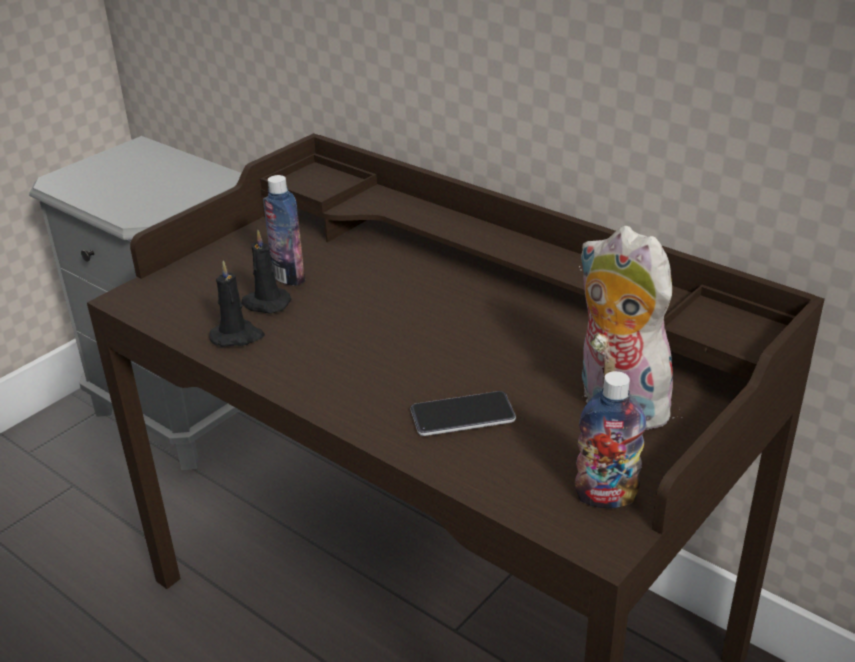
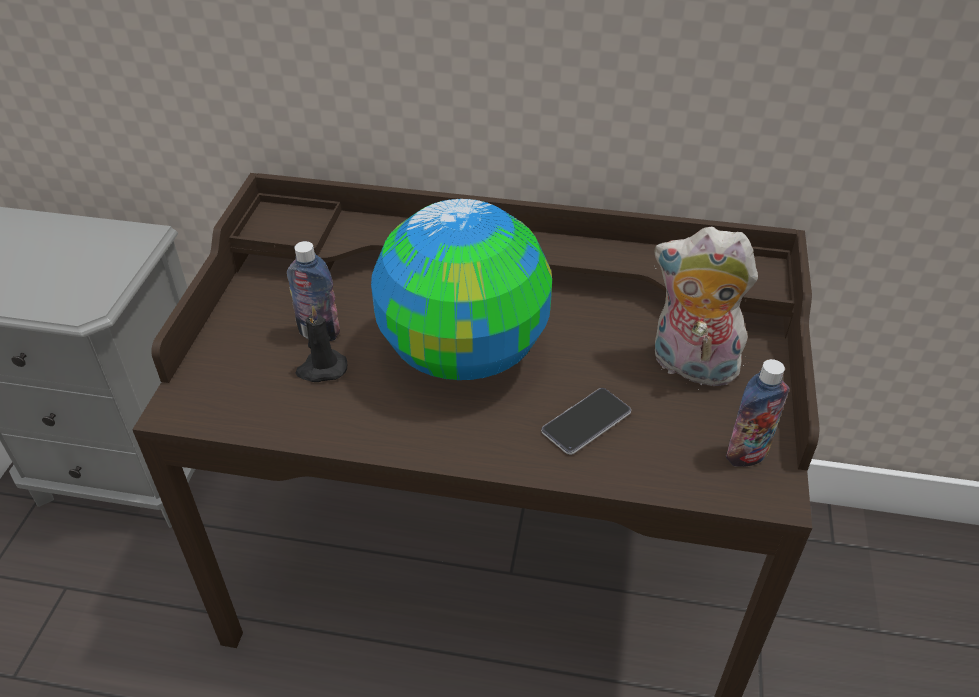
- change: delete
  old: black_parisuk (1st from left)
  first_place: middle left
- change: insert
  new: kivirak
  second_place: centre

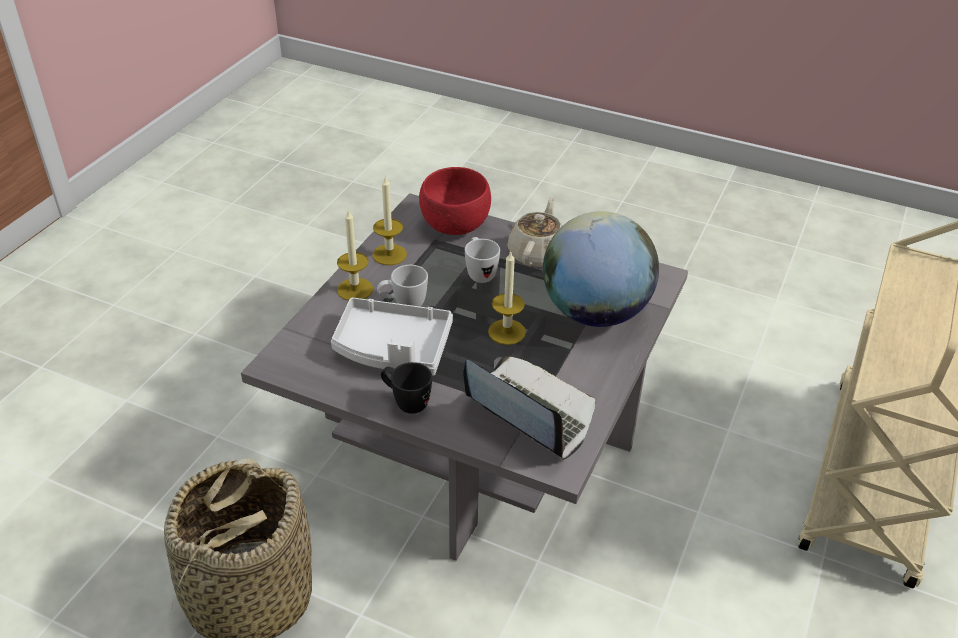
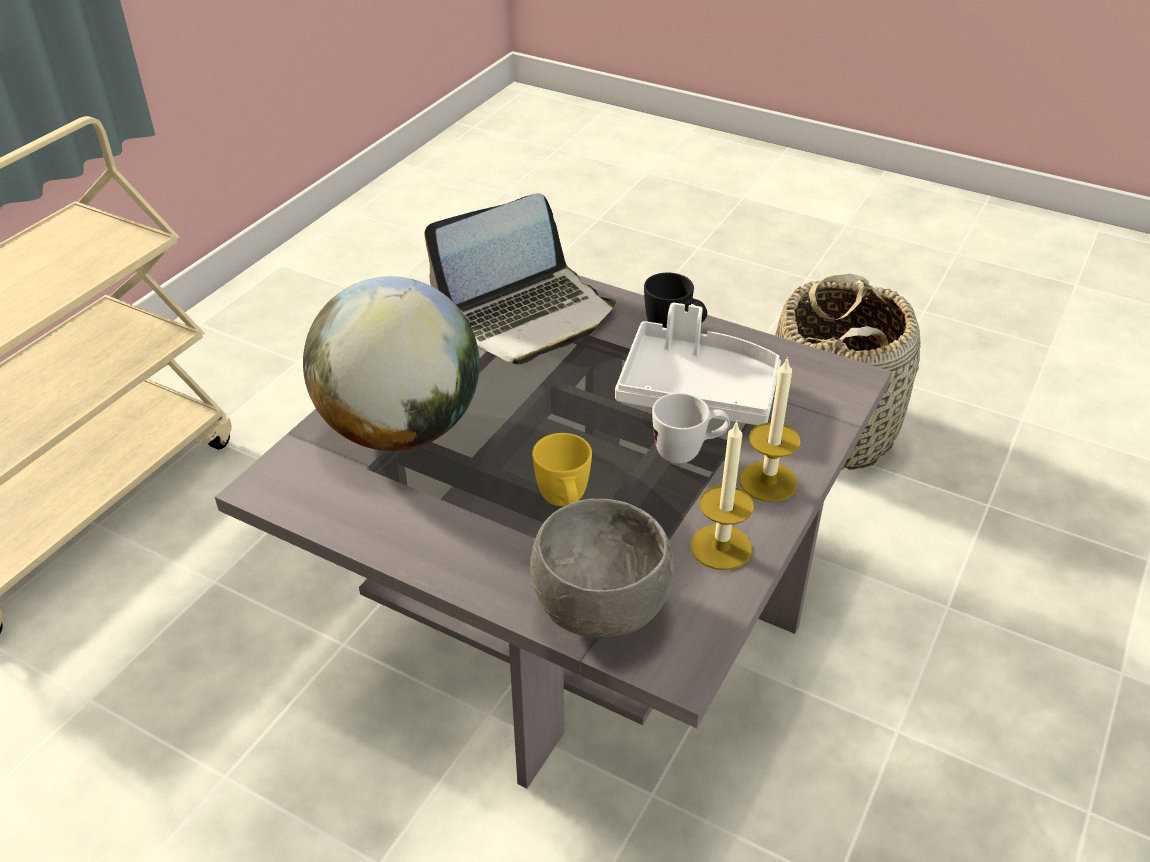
- change: recolor
  old: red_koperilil
  new: grey_koperilil
  first_place: top centre
  second_place: centre
- change: rotate
  old: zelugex
  first_place: centre
  second_place: top centre
  degrees: -75
- change: recolor
  old: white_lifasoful (2nd from left)
  new: yellow_lifasoful
  first_place: centre
  second_place: centre
- change: delete
  old: parisuk (3rd from left)
  first_place: centre
- change: delete
  old: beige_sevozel
  first_place: centre

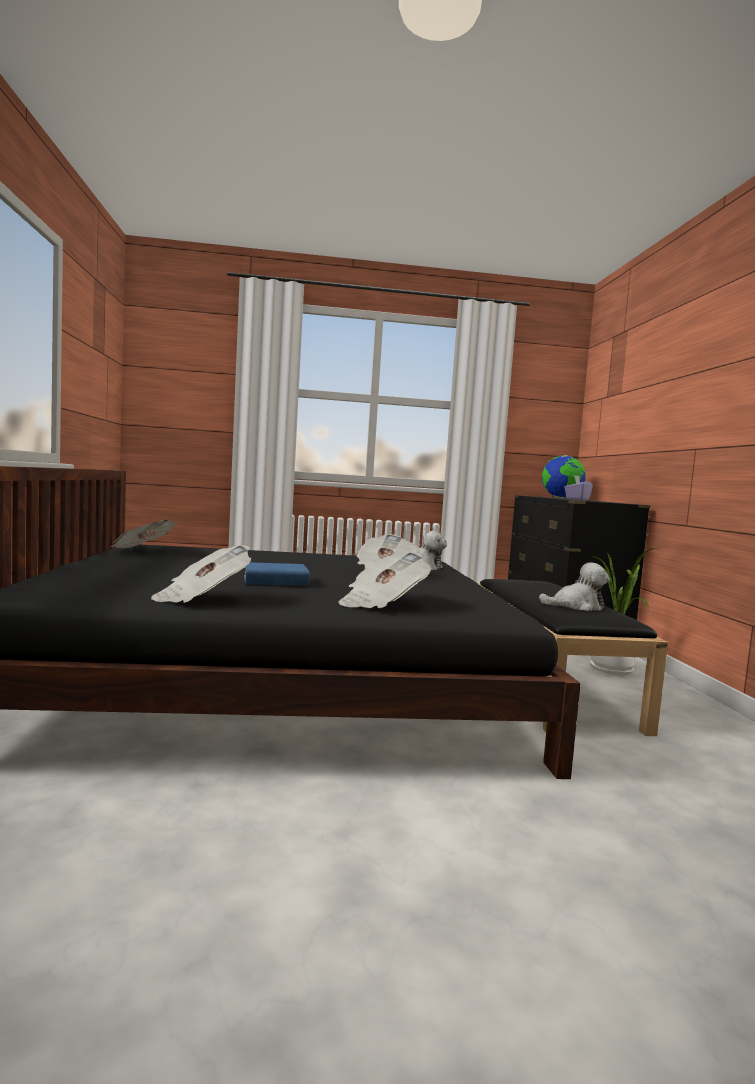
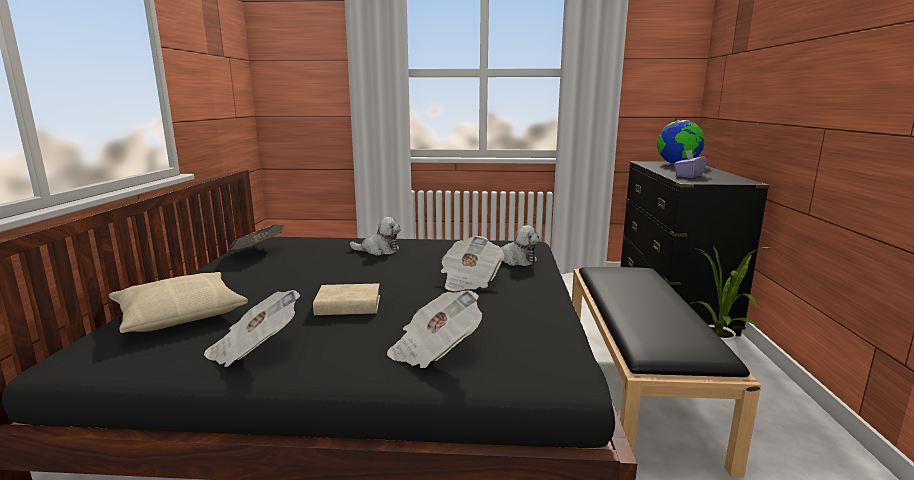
- change: recolor
  old: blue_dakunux
  new: beige_dakunux
  first_place: centre
  second_place: centre
- change: move
  old: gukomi (2nd from left in the first image)
  new: gukomi (1st from left)
  first_place: middle right
  second_place: centre
- change: insert
  new: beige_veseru
  second_place: middle left

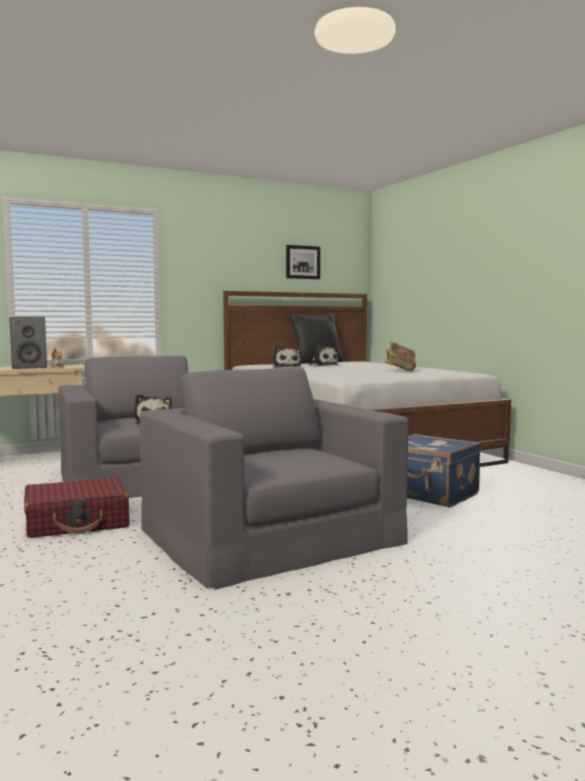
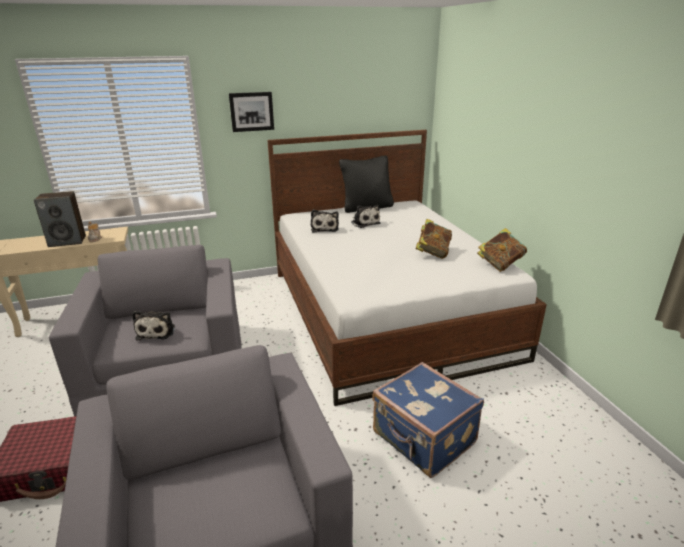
- change: move
  old: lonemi
  first_place: centre
  second_place: top centre
- change: insert
  new: dakunux (2nd from left)
  second_place: middle right

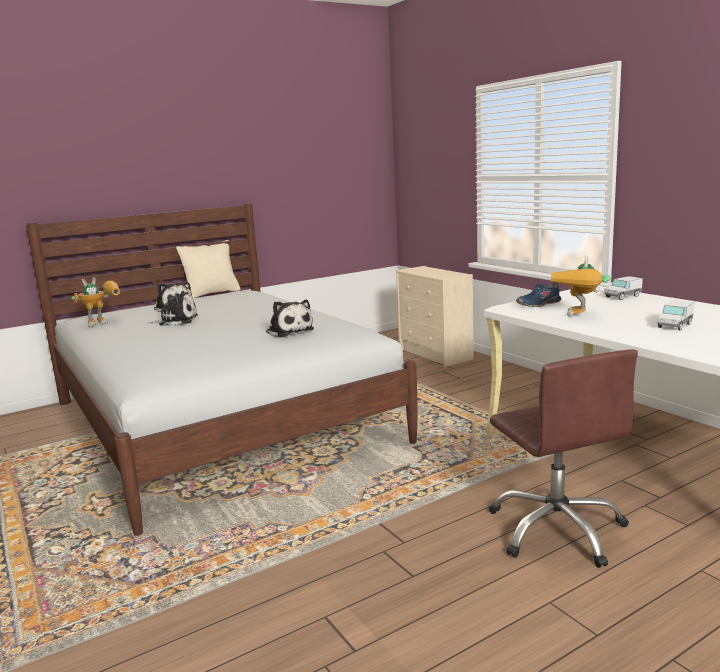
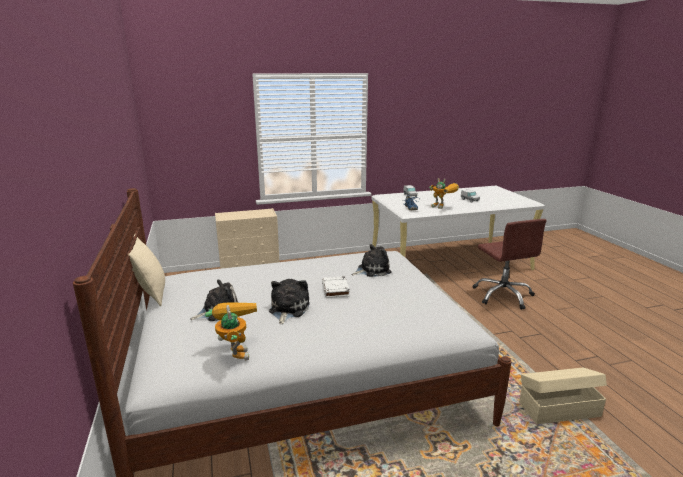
- change: rotate
  old: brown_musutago
  first_place: bottom right
  second_place: middle right
  degrees: 75
- change: insert
  new: white_dakunux
  second_place: centre
- change: insert
  new: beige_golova
  second_place: bottom right

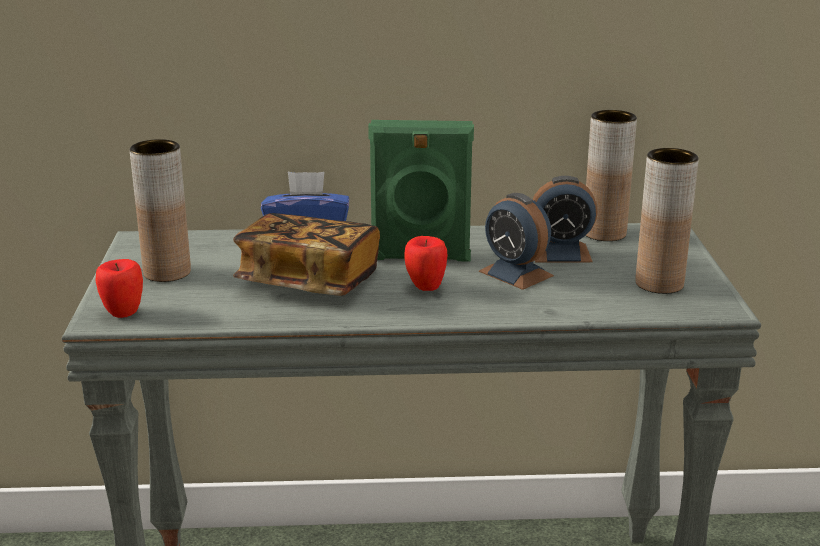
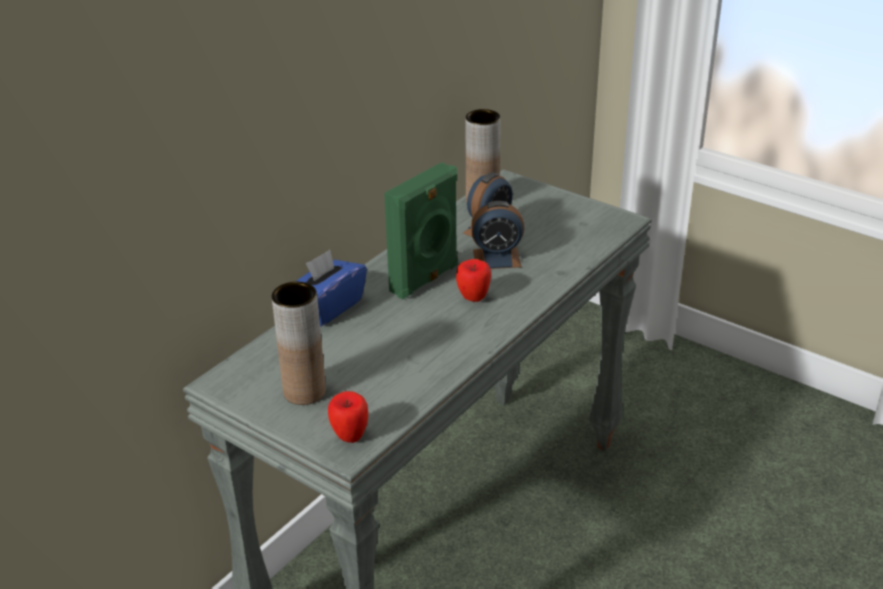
- change: delete
  old: dakunux
  first_place: centre
- change: delete
  old: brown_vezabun (3rd from left)
  first_place: middle right

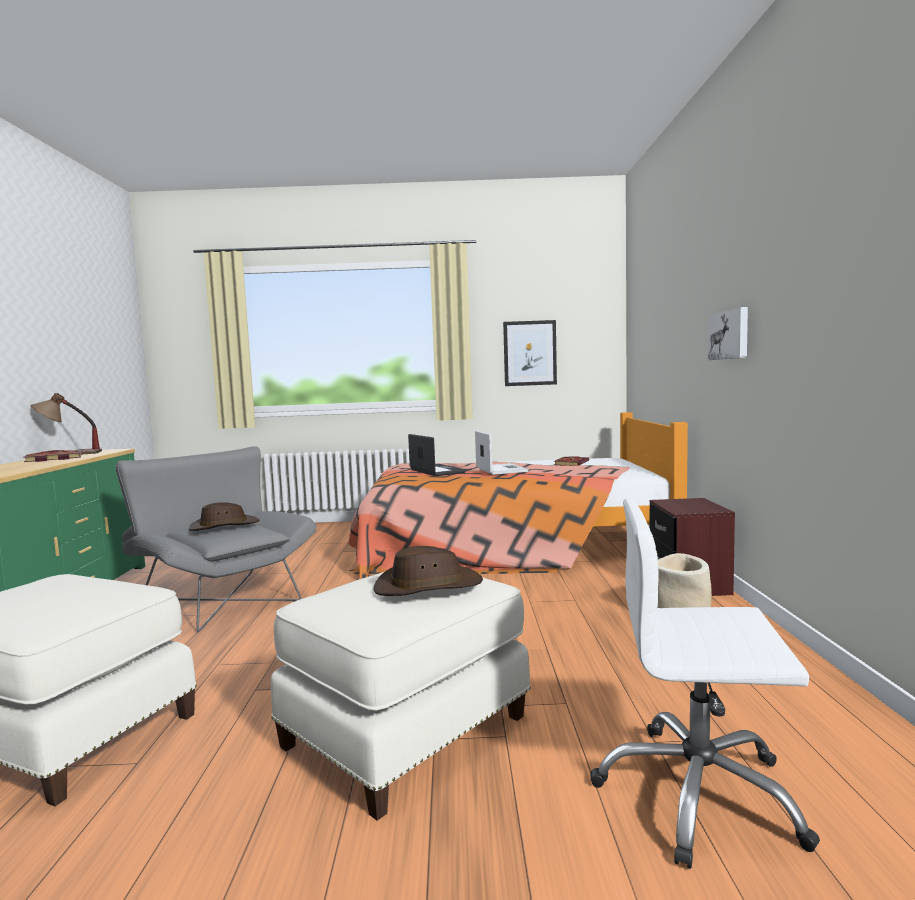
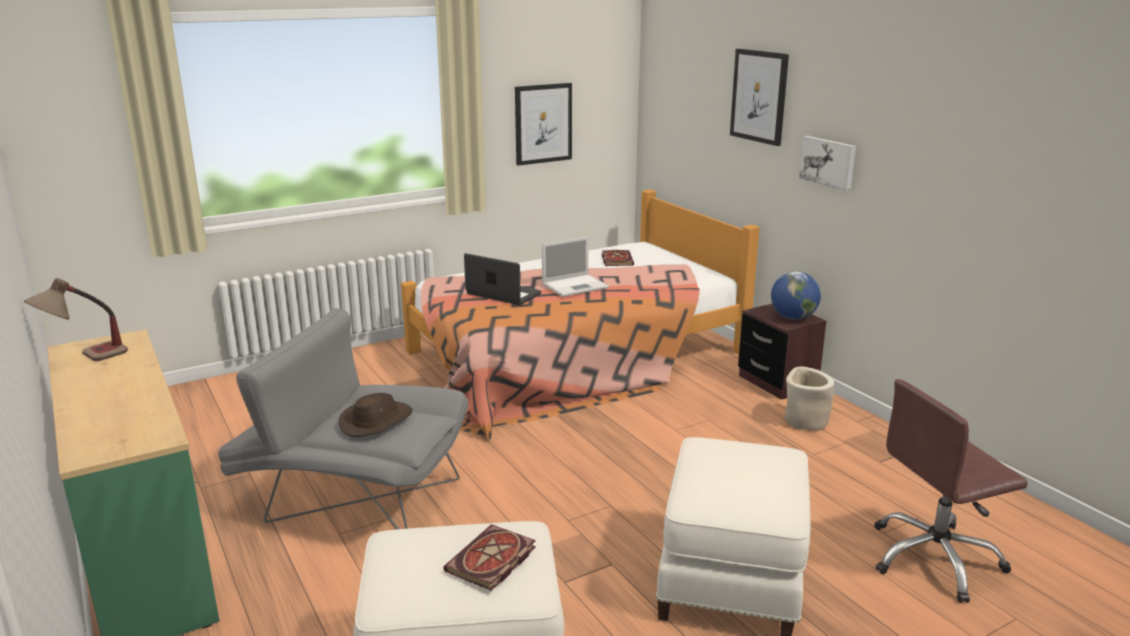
- change: move
  old: dakunux (1st from left)
  first_place: middle left
  second_place: bottom centre
- change: delete
  old: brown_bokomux (2nd from left)
  first_place: centre
- change: rotate
  old: zelugex (2nd from left)
  first_place: centre
  second_place: centre
  degrees: 105
- change: recolor
  old: white_musutago
  new: brown_musutago
  first_place: bottom right
  second_place: bottom right
- change: insert
  new: lonemi (2nd from left)
  second_place: top right
- change: insert
  new: kivirak
  second_place: middle right

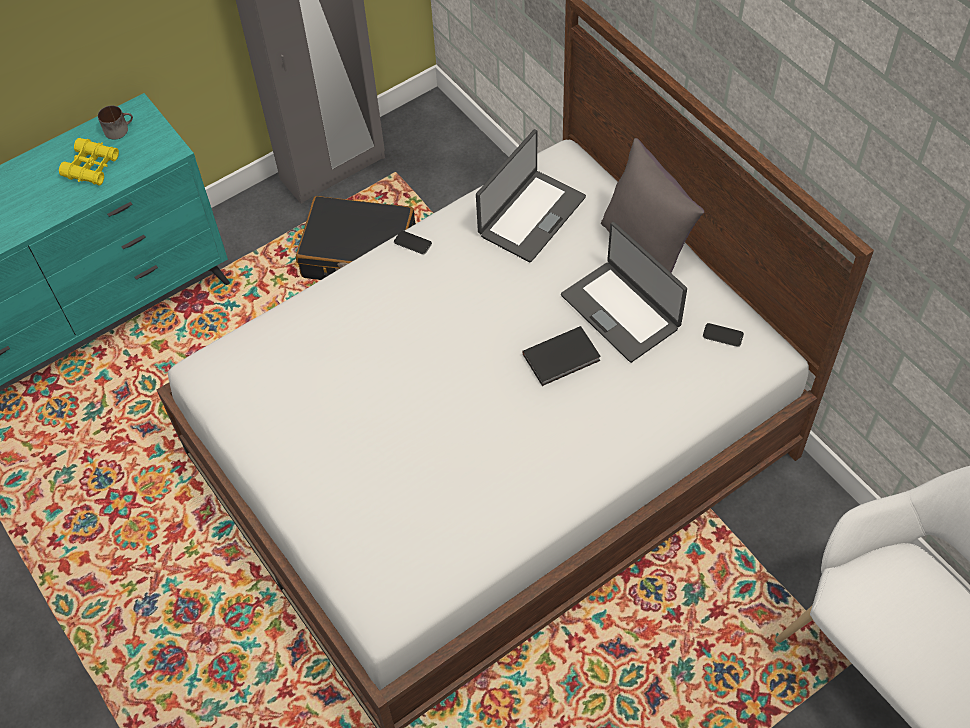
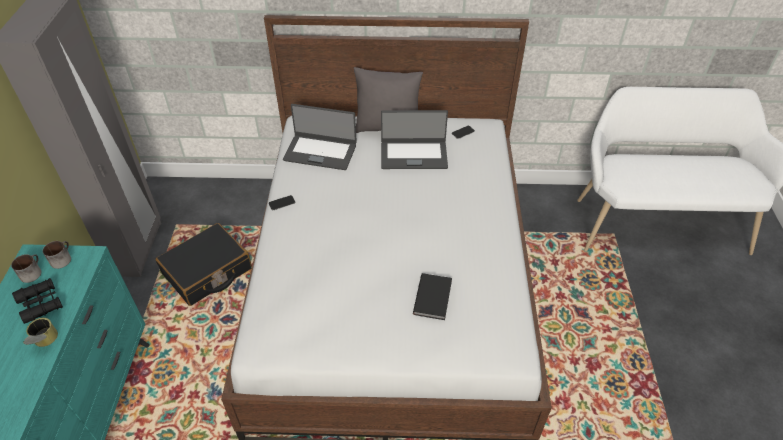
- change: recolor
  old: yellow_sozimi
  new: black_sozimi
  first_place: top left
  second_place: bottom left
- change: rotate
  old: zelugex (1st from left)
  first_place: top centre
  second_place: top centre
  degrees: 120
- change: move
  old: black_dakunux
  first_place: centre
  second_place: bottom centre
- change: insert
  new: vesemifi
  second_place: bottom left
- change: insert
  new: lifasoful (2nd from left)
  second_place: middle left

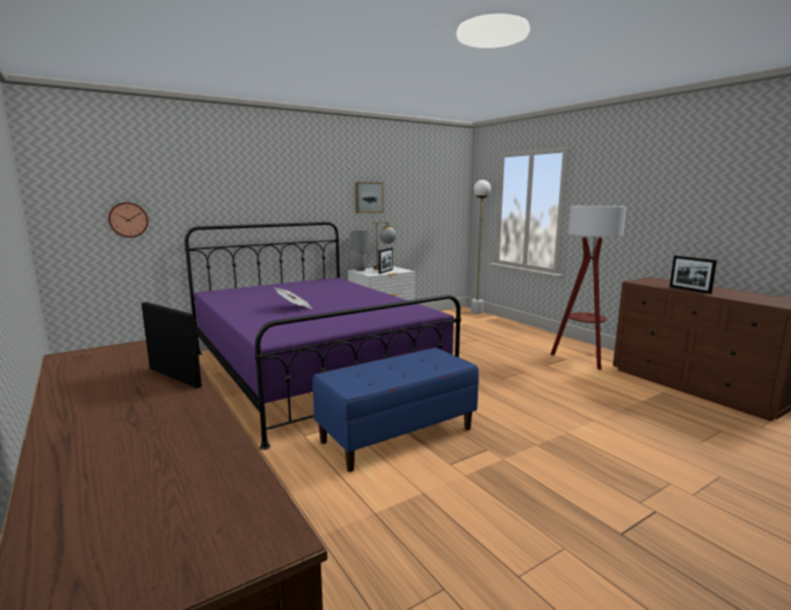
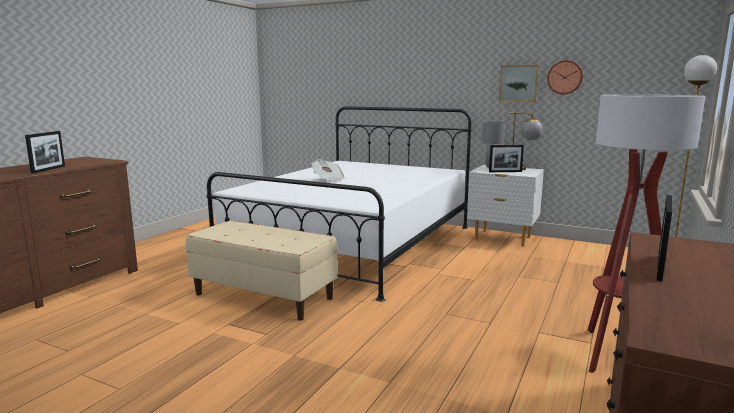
- change: move
  old: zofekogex
  first_place: middle left
  second_place: top right
- change: recolor
  old: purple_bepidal
  new: white_bepidal
  first_place: centre
  second_place: centre
- change: recolor
  old: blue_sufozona
  new: beige_sufozona
  first_place: bottom centre
  second_place: centre

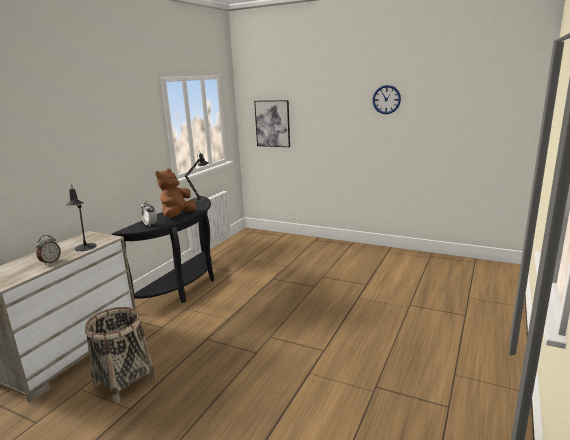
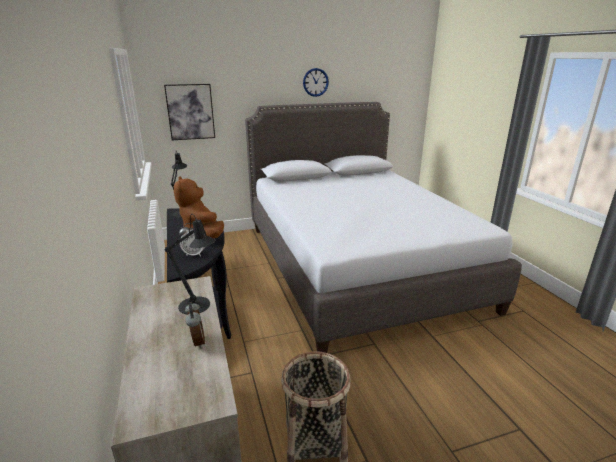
- change: insert
  new: grey_bepidal
  second_place: centre

